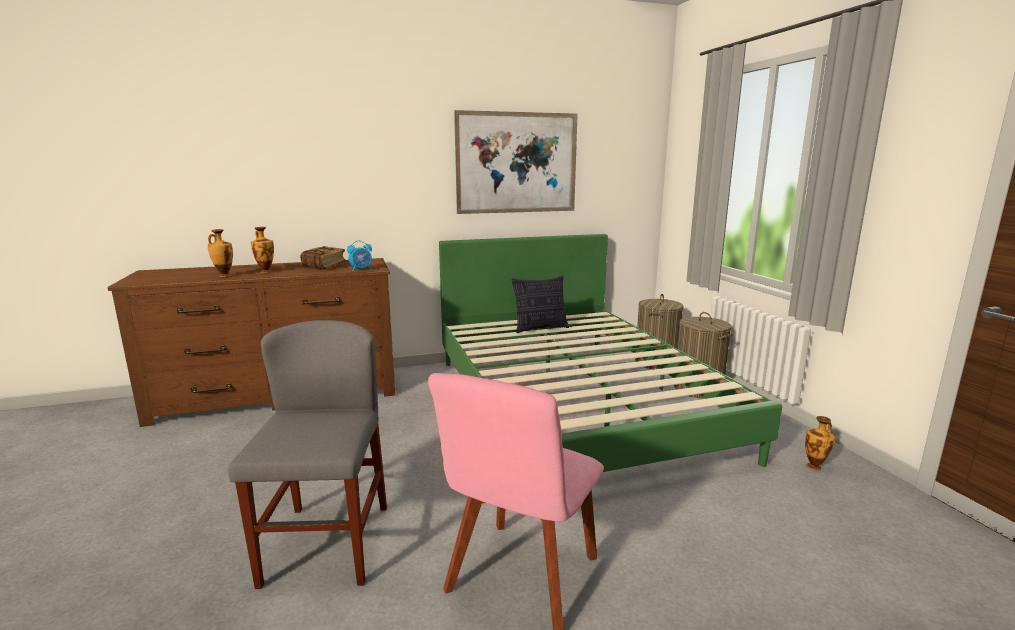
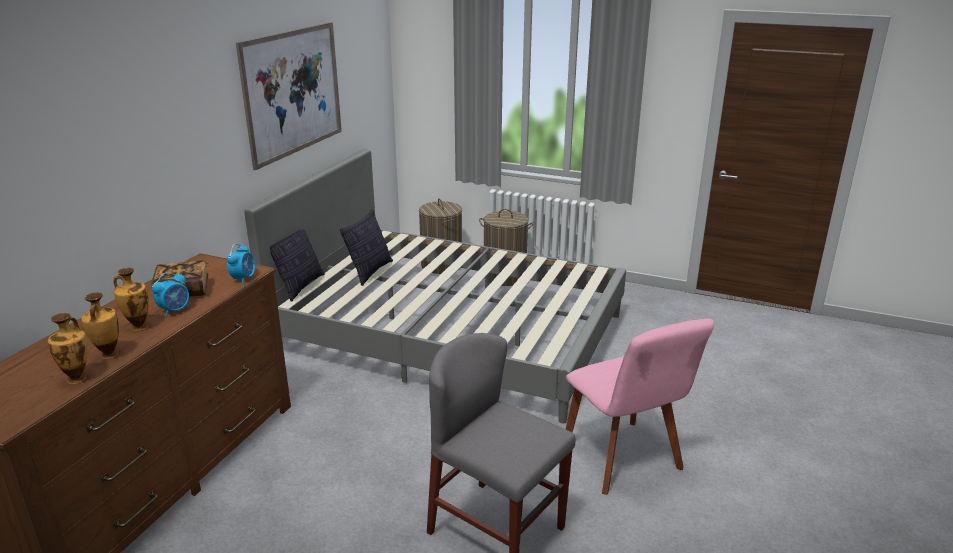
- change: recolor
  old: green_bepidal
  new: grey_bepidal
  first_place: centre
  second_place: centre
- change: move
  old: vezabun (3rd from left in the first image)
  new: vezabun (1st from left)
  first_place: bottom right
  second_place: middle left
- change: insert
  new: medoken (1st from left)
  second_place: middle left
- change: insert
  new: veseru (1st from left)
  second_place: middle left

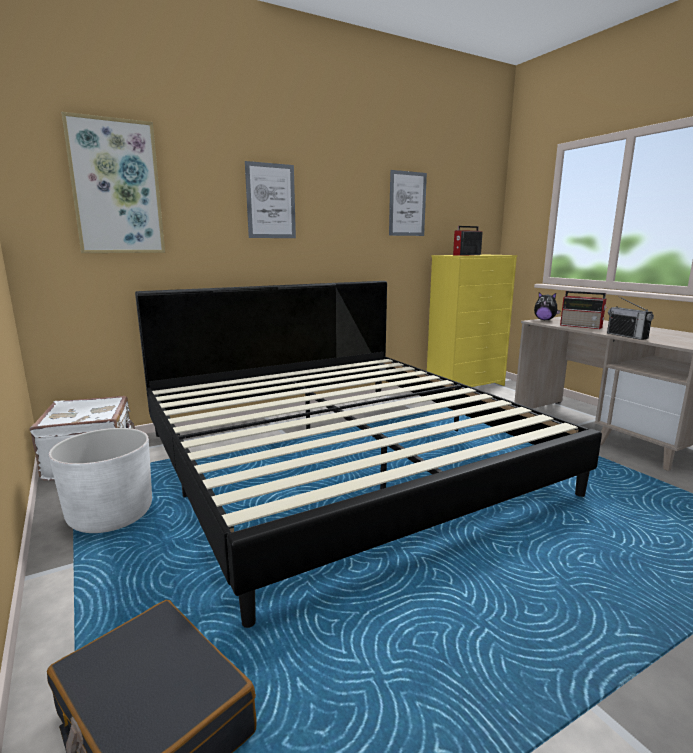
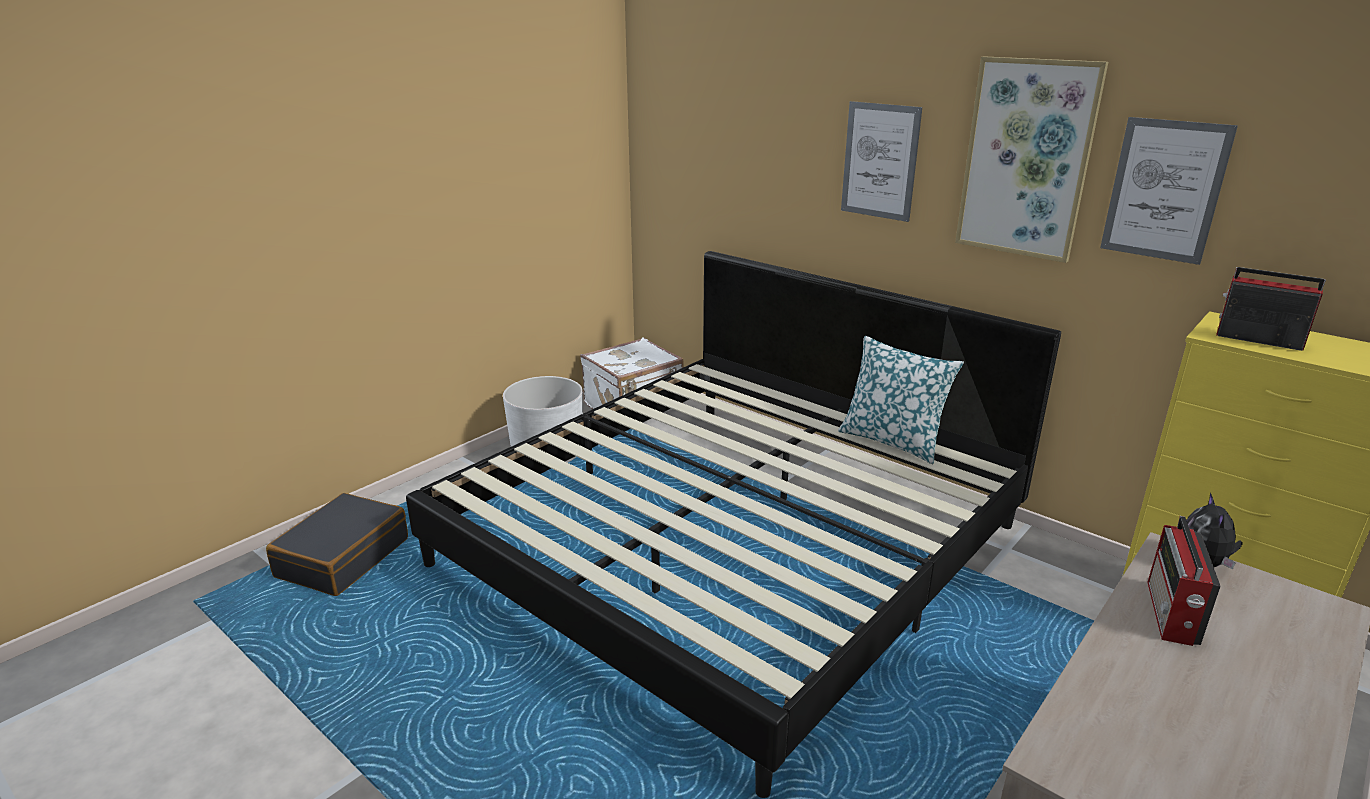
- change: move
  old: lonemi (1st from left in the first image)
  new: lonemi (2nd from left)
  first_place: top left
  second_place: top right
- change: delete
  old: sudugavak (3rd from left)
  first_place: middle right
- change: insert
  new: veseru
  second_place: centre

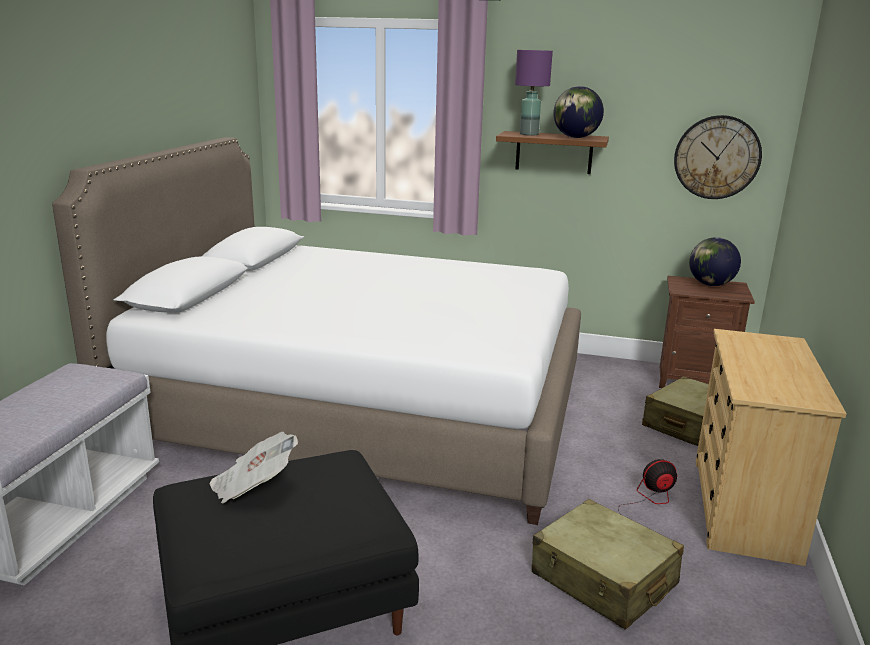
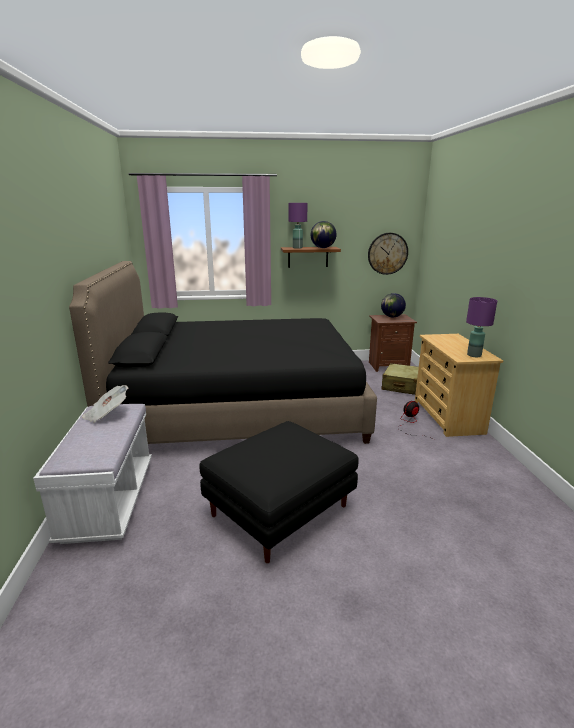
- change: recolor
  old: white_bepidal
  new: black_bepidal
  first_place: centre
  second_place: centre
- change: move
  old: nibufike
  first_place: bottom left
  second_place: middle left
- change: delete
  old: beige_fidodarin (1st from left)
  first_place: bottom right
- change: insert
  new: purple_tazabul (2nd from left)
  second_place: middle right

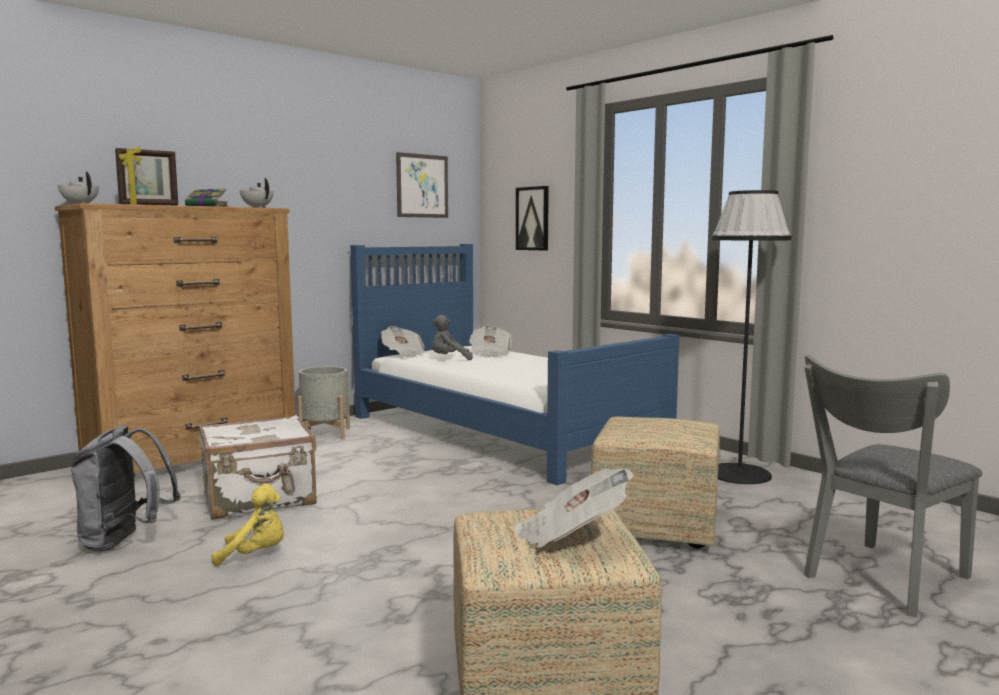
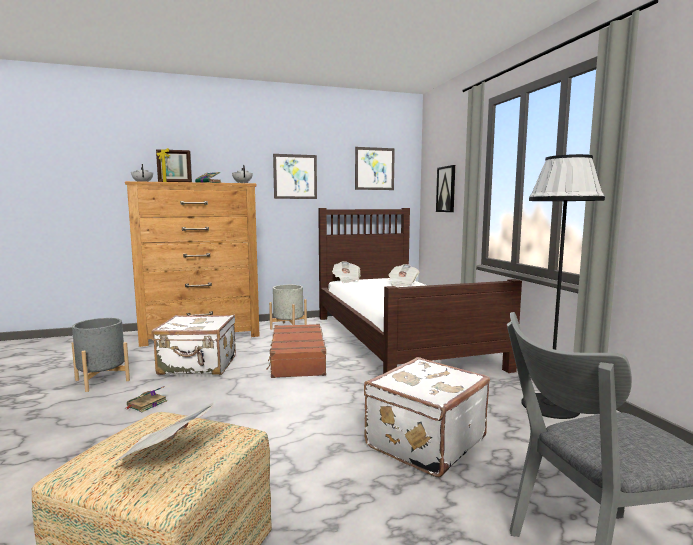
- change: replace
  old: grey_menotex
  new: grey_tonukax (1st from left)
  first_place: bottom left
  second_place: middle left
- change: replace
  old: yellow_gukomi
  new: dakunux (1st from left)
  first_place: bottom left
  second_place: bottom left
- change: recolor
  old: blue_bepidal
  new: brown_bepidal
  first_place: centre
  second_place: centre
- change: delete
  old: grey_gukomi
  first_place: centre
- change: replace
  old: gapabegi (2nd from left)
  new: white_fidodarin (2nd from left)
  first_place: bottom centre
  second_place: bottom centre
- change: insert
  new: brown_fidodarin
  second_place: centre
- change: insert
  new: lonemi (1st from left)
  second_place: top centre

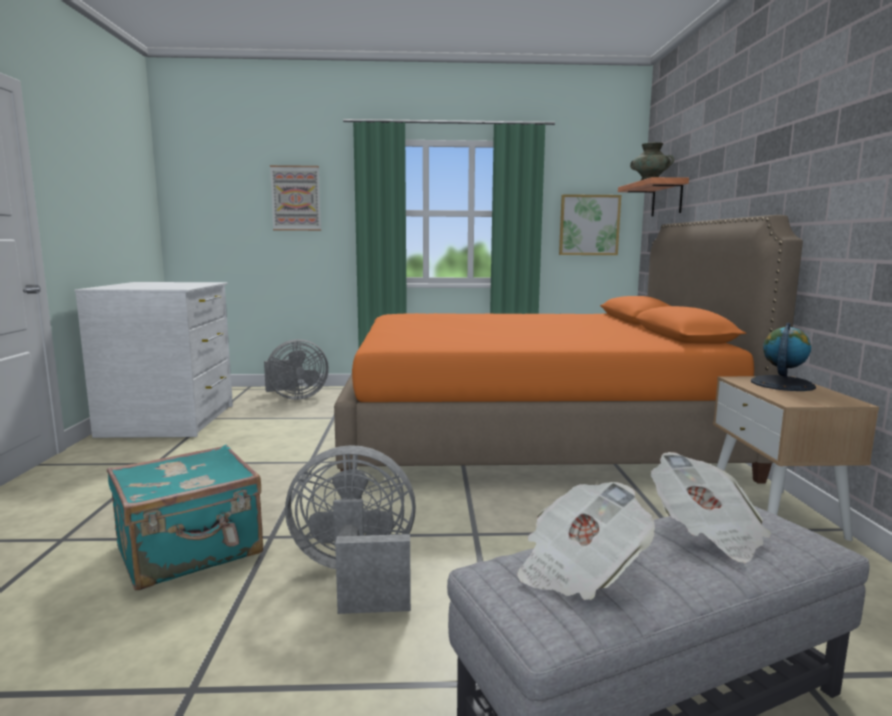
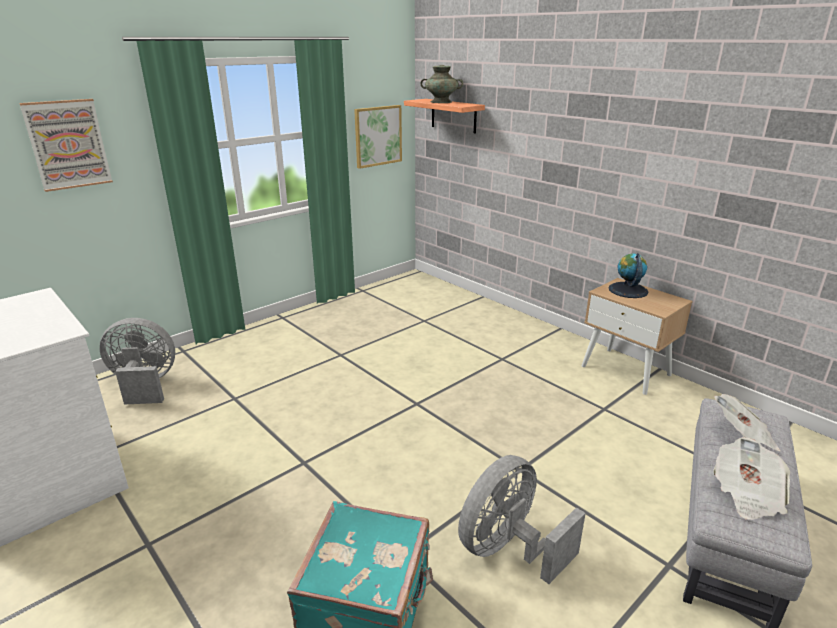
- change: rotate
  old: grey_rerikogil (1st from left)
  first_place: middle left
  second_place: middle left
  degrees: -120
- change: delete
  old: orange_bepidal
  first_place: centre

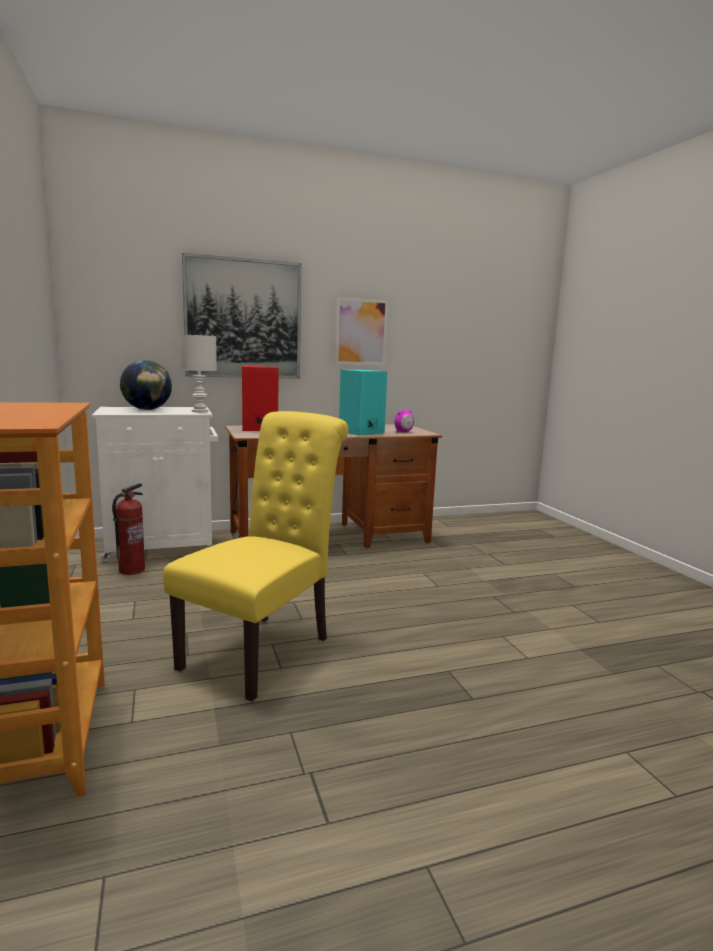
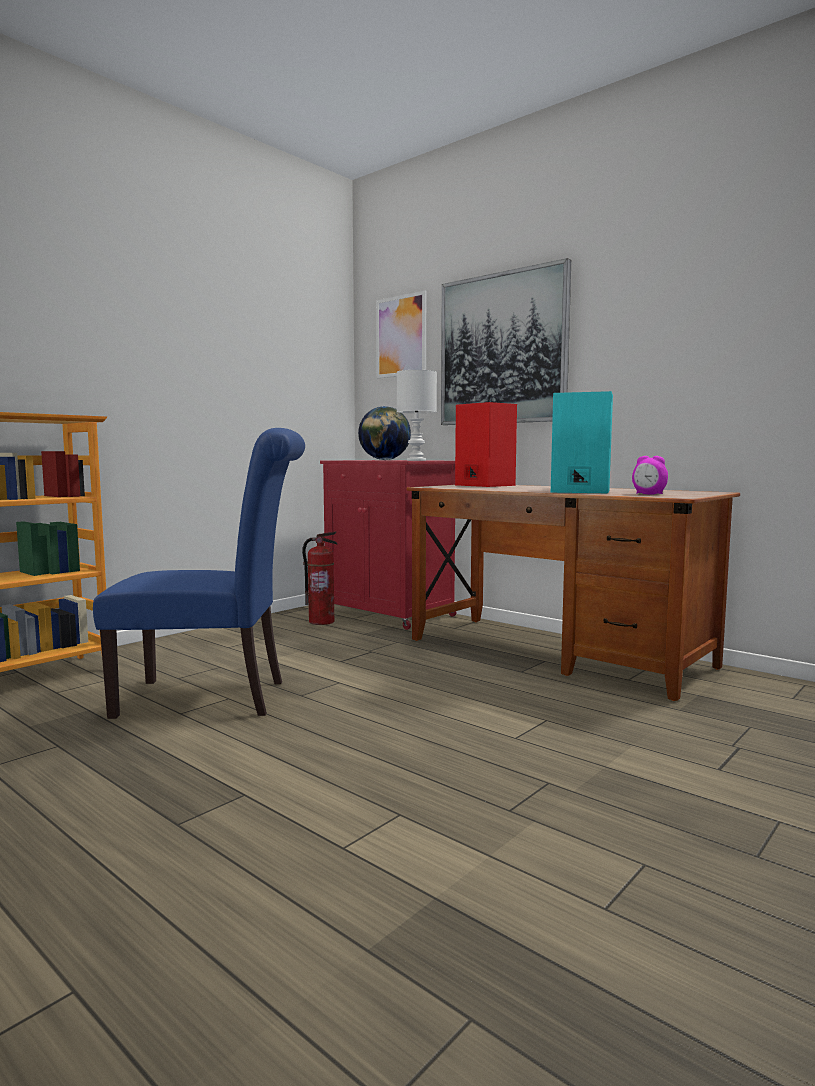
- change: recolor
  old: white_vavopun
  new: red_vavopun
  first_place: middle left
  second_place: centre
- change: recolor
  old: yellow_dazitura
  new: blue_dazitura
  first_place: centre
  second_place: middle left
- change: move
  old: lonemi (2nd from left in the first image)
  new: lonemi (1st from left)
  first_place: centre
  second_place: top centre

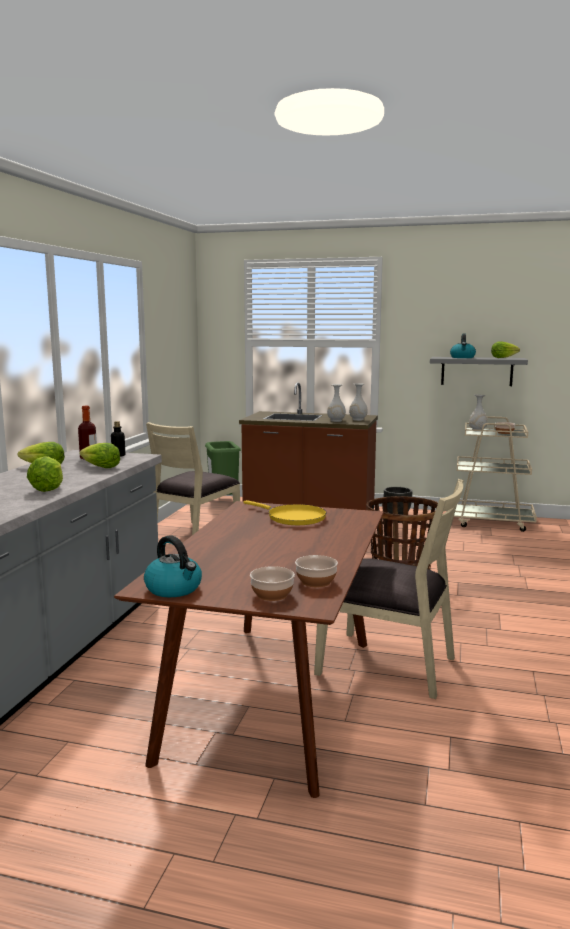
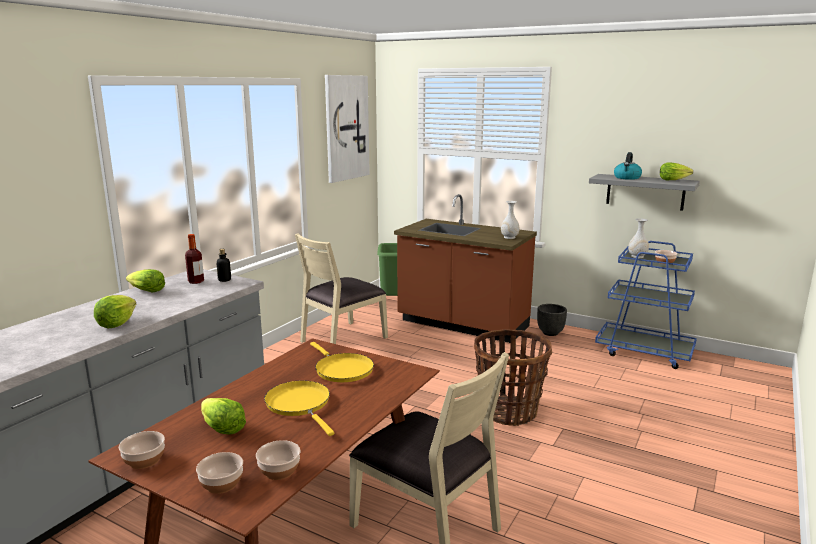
- change: move
  old: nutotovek (3rd from left)
  first_place: middle left
  second_place: bottom left
- change: replace
  old: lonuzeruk (1st from left)
  new: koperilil (1st from left)
  first_place: middle left
  second_place: bottom left
- change: delete
  old: white_vezabun (1st from left)
  first_place: centre
- change: recolor
  old: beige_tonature
  new: blue_tonature
  first_place: middle right
  second_place: middle right
- change: insert
  new: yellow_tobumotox (1st from left)
  second_place: bottom centre
- change: insert
  new: lonemi
  second_place: top centre

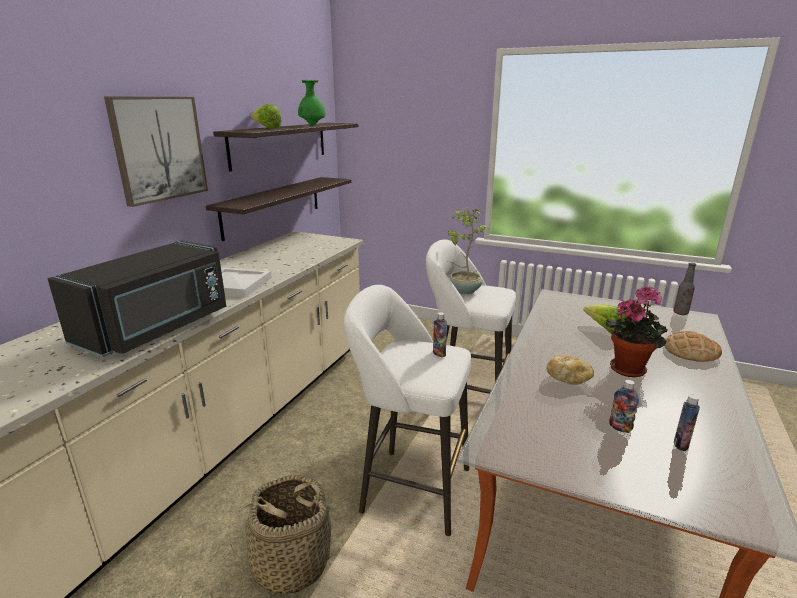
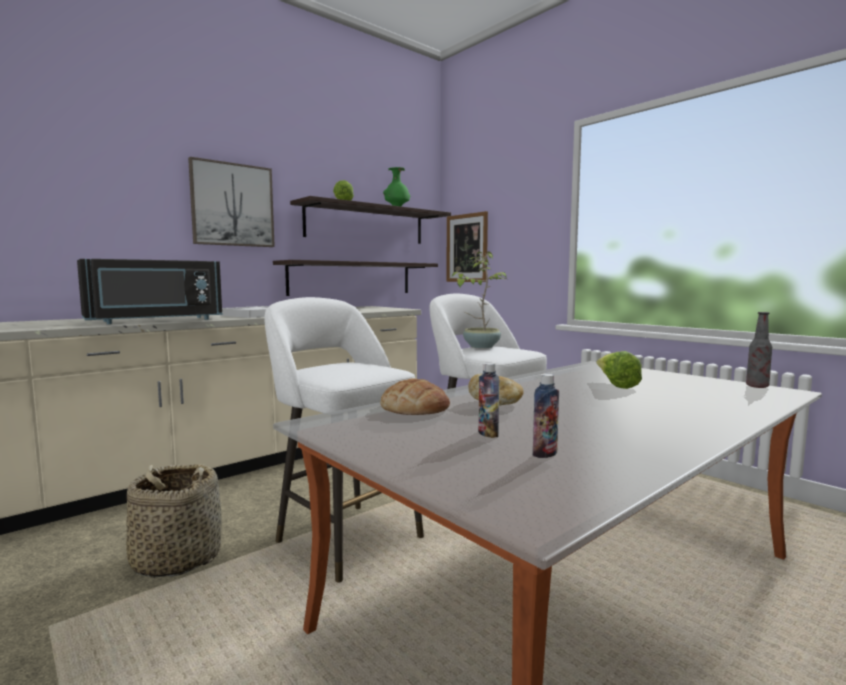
- change: delete
  old: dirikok (1st from left)
  first_place: centre
- change: delete
  old: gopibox (2nd from left)
  first_place: middle right
- change: move
  old: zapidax (2nd from left in the first image)
  new: zapidax (1st from left)
  first_place: middle right
  second_place: centre
- change: insert
  new: lonemi (2nd from left)
  second_place: centre

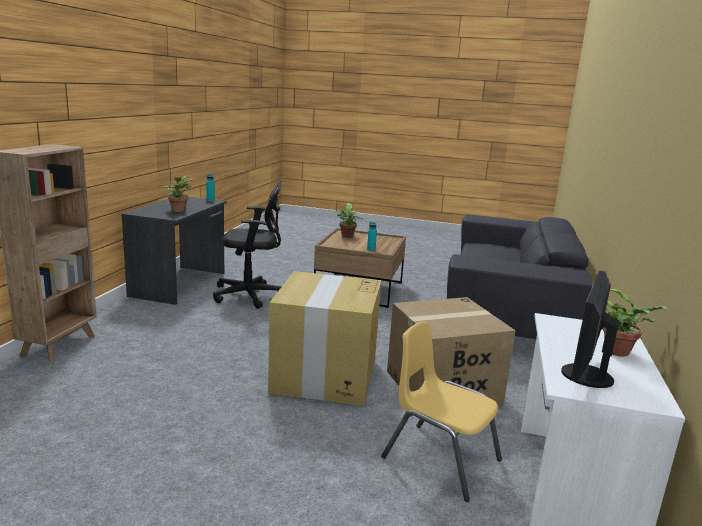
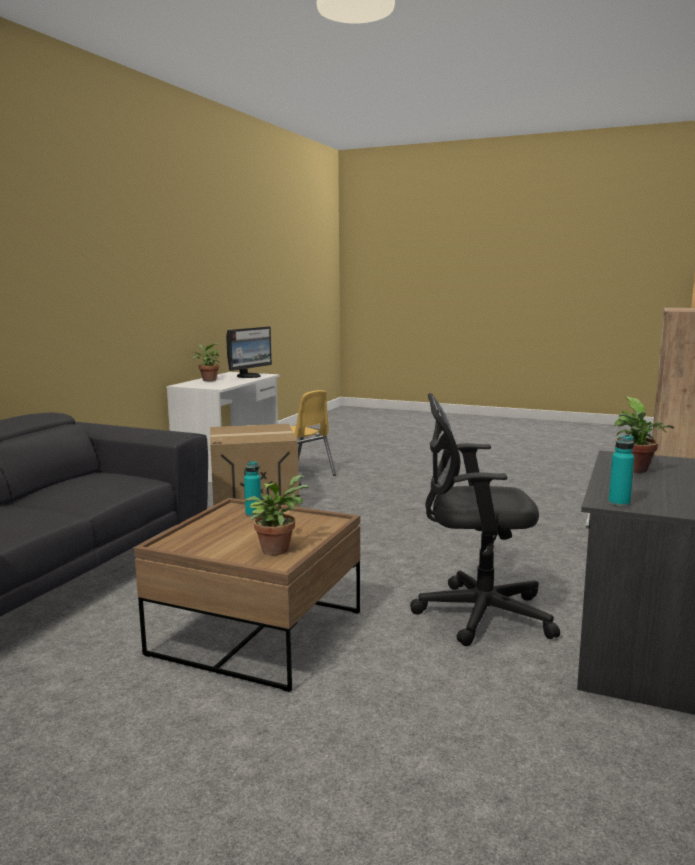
- change: delete
  old: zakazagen (1st from left)
  first_place: centre

